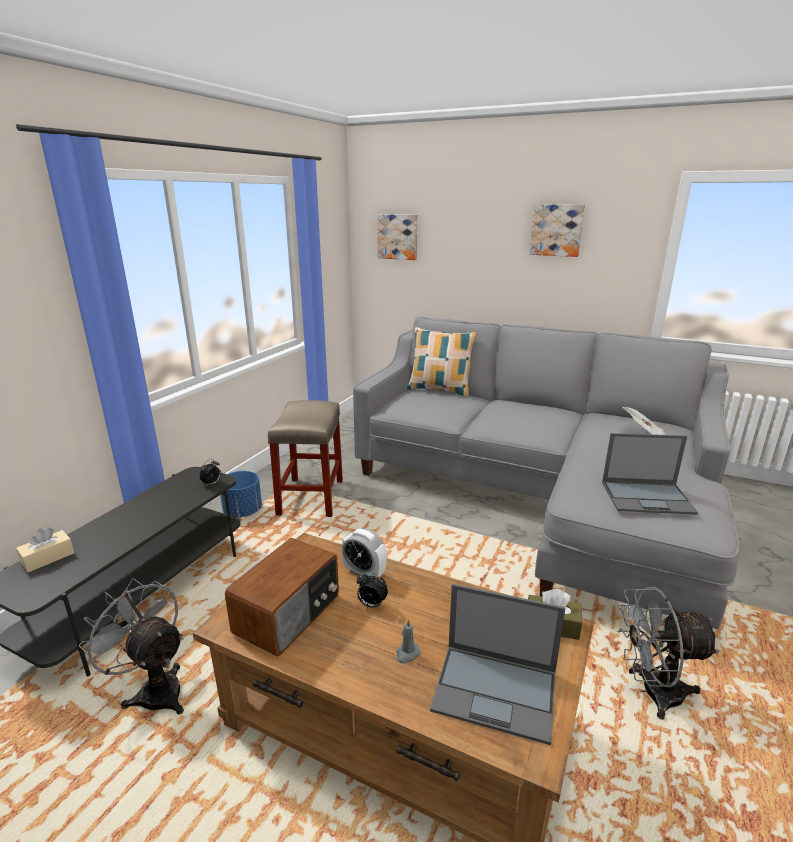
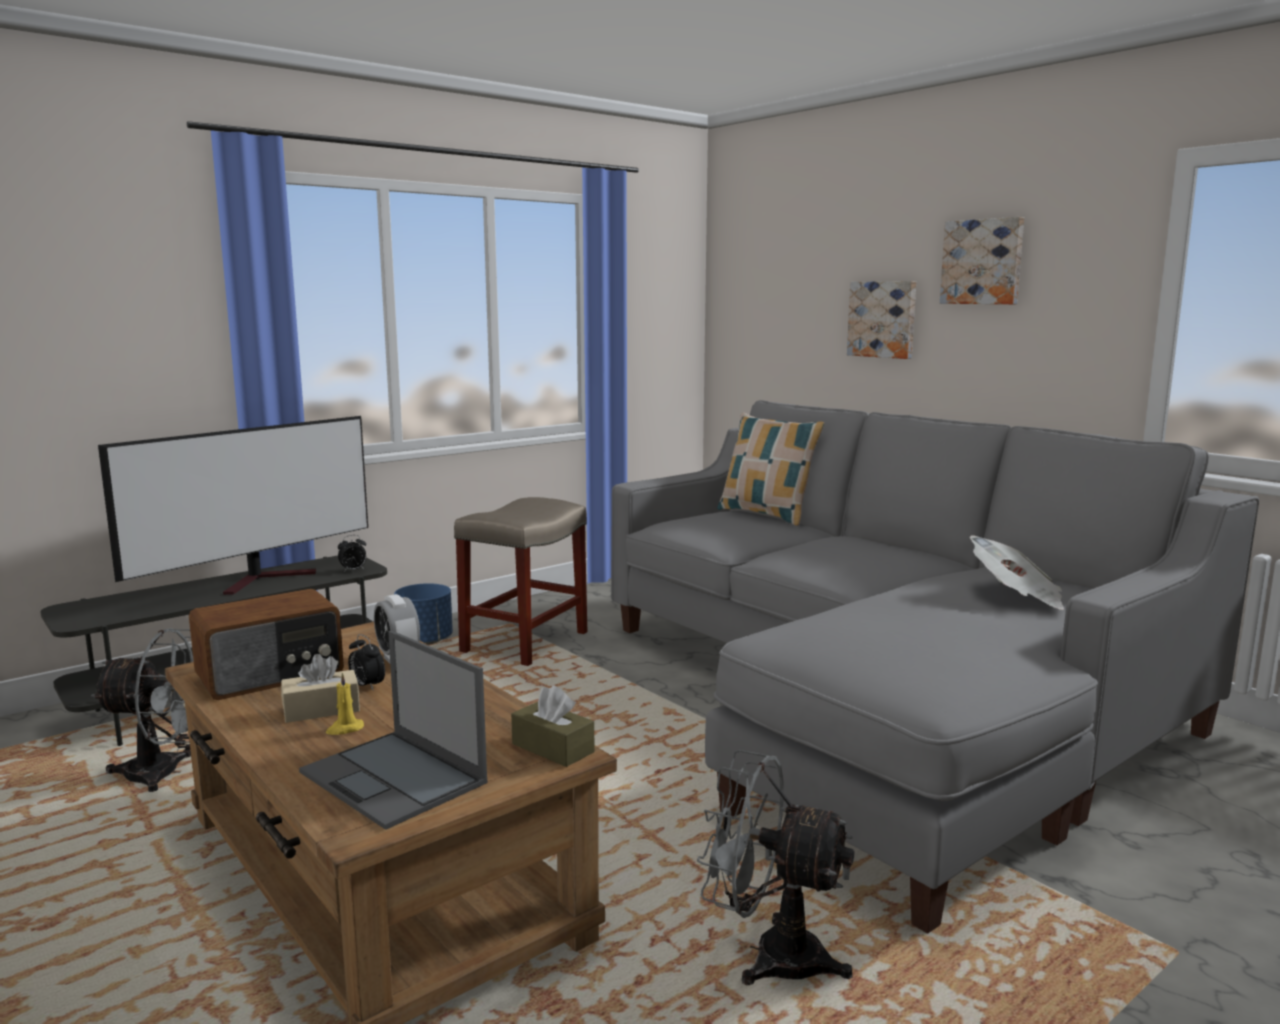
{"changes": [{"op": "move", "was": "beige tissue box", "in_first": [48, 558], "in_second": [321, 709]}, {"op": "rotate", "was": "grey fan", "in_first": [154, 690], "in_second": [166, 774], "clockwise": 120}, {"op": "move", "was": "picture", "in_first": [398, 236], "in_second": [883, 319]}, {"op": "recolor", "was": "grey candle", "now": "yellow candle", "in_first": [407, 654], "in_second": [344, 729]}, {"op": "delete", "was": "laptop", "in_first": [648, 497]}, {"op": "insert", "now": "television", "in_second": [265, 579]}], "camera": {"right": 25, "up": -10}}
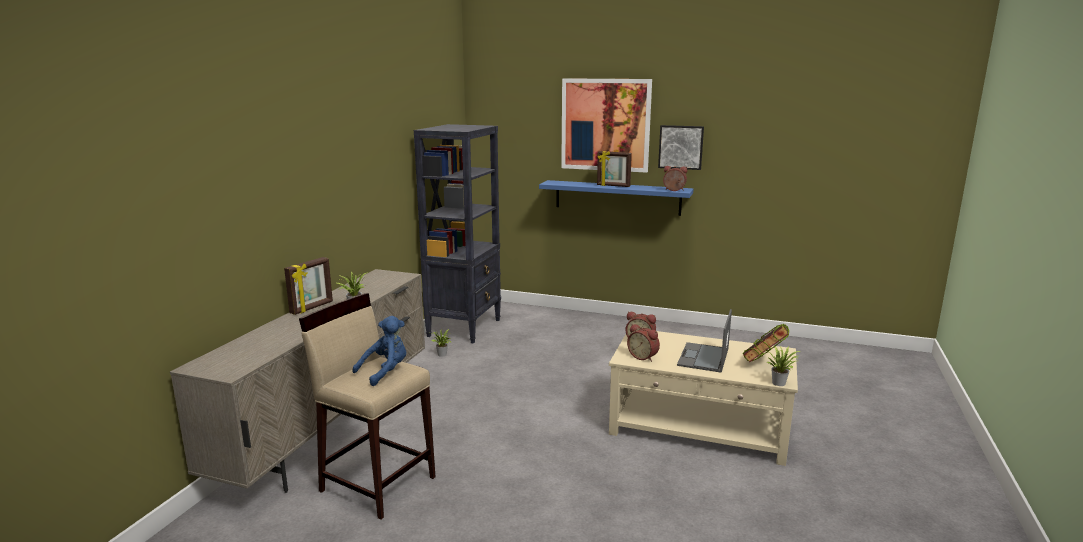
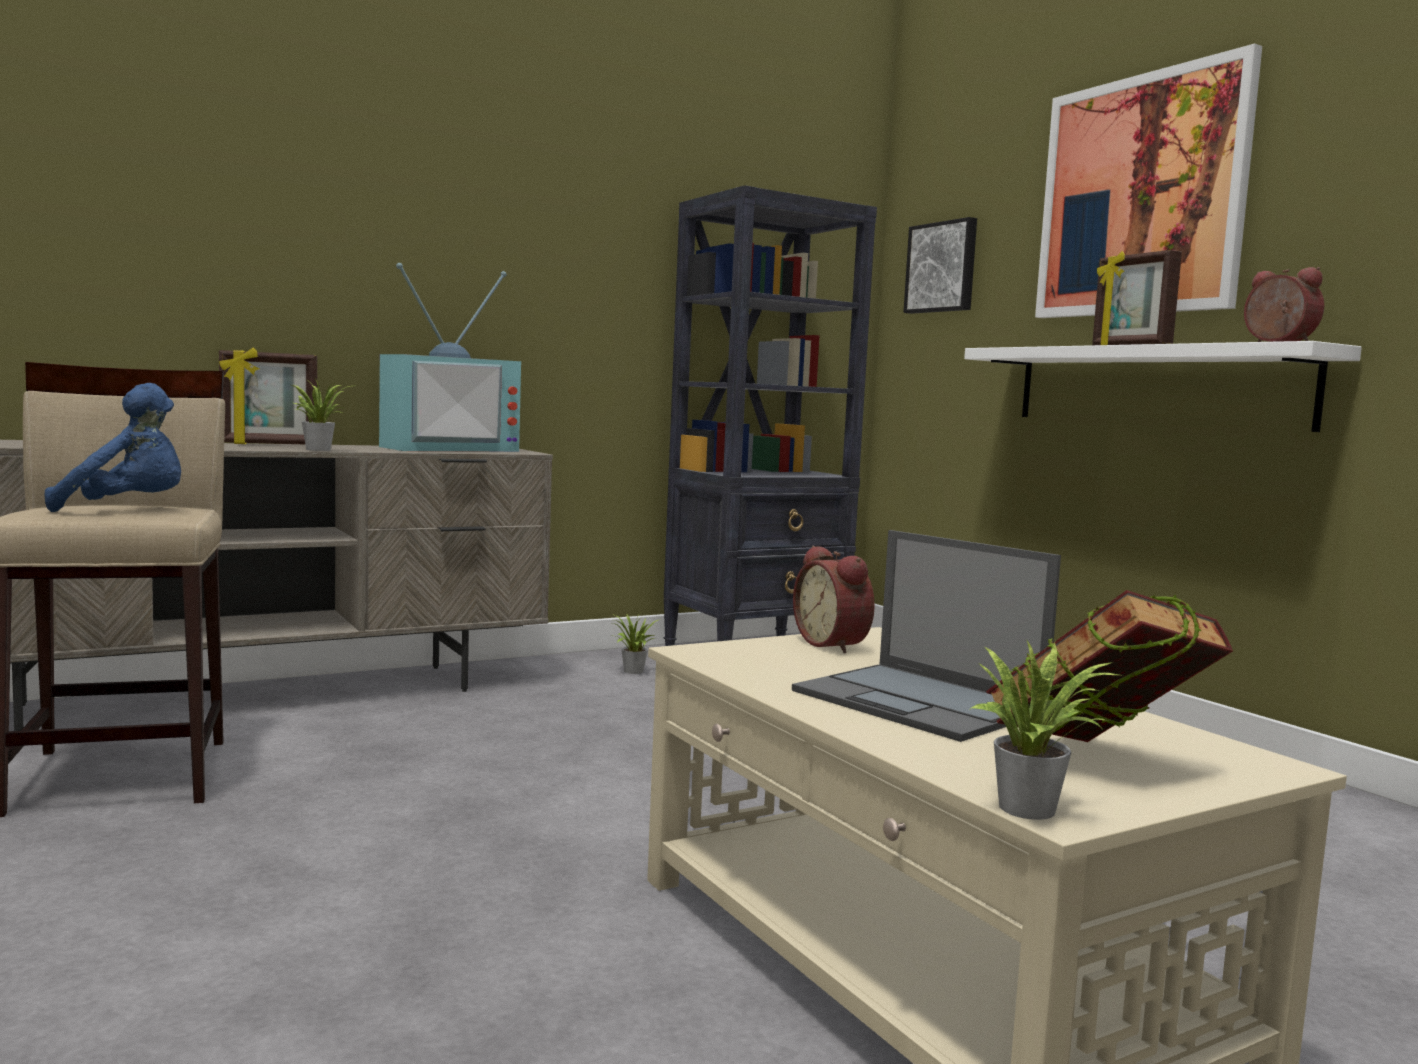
{"changes": [{"op": "recolor", "was": "blue shelf", "now": "white shelf", "in_first": [617, 197], "in_second": [1155, 386]}, {"op": "delete", "was": "alarm clock", "in_first": [643, 357]}, {"op": "move", "was": "picture", "in_first": [681, 147], "in_second": [942, 267]}, {"op": "rotate", "was": "laptop", "in_first": [703, 358], "in_second": [920, 702], "clockwise": -105}, {"op": "insert", "now": "television", "in_second": [448, 448]}], "camera": {"right": 40, "up": -10}}
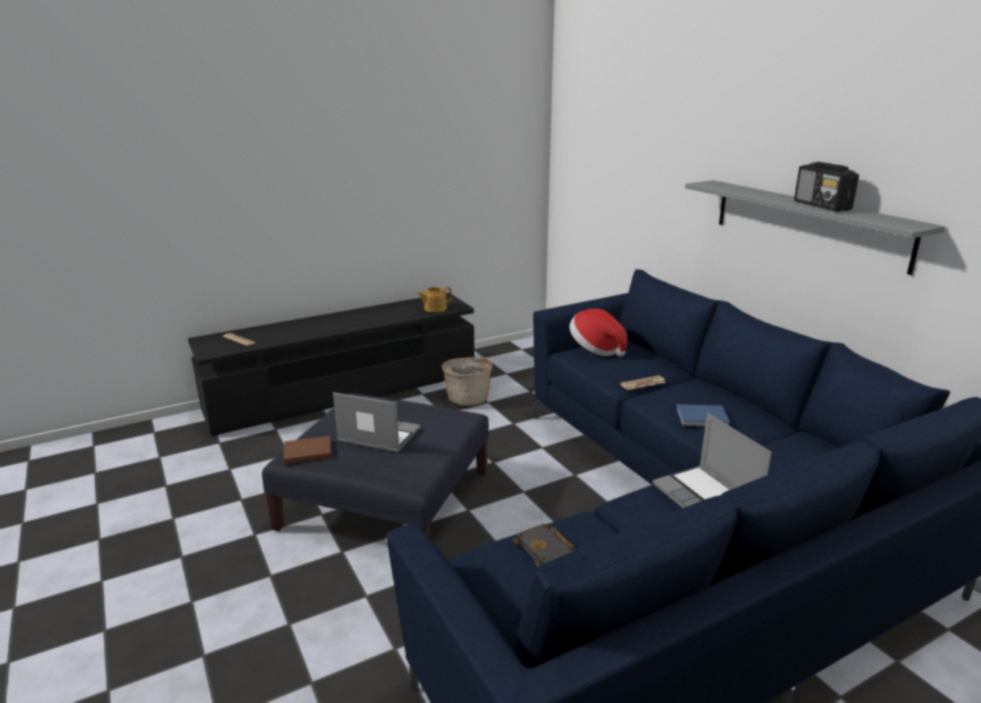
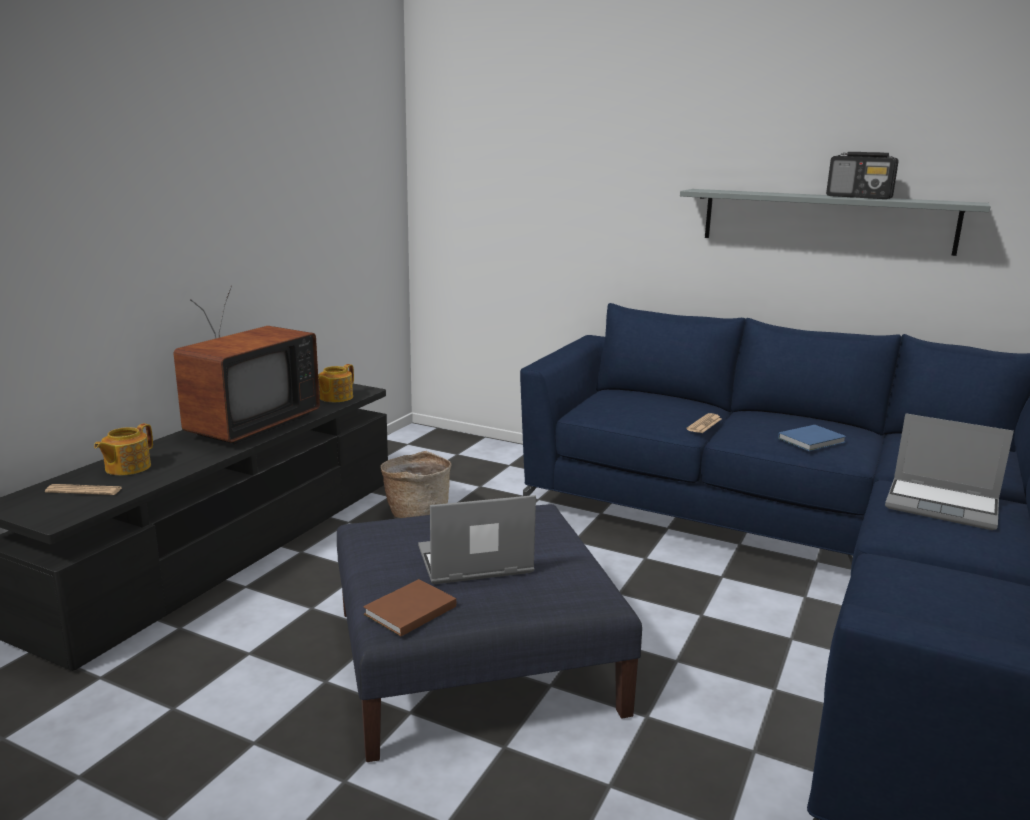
{"changes": [{"op": "delete", "was": "black book", "in_first": [547, 550]}, {"op": "delete", "was": "hat", "in_first": [596, 349]}, {"op": "insert", "now": "teapot", "in_second": [126, 468]}, {"op": "insert", "now": "television", "in_second": [246, 425]}], "camera": {"right": -35, "up": -5}}
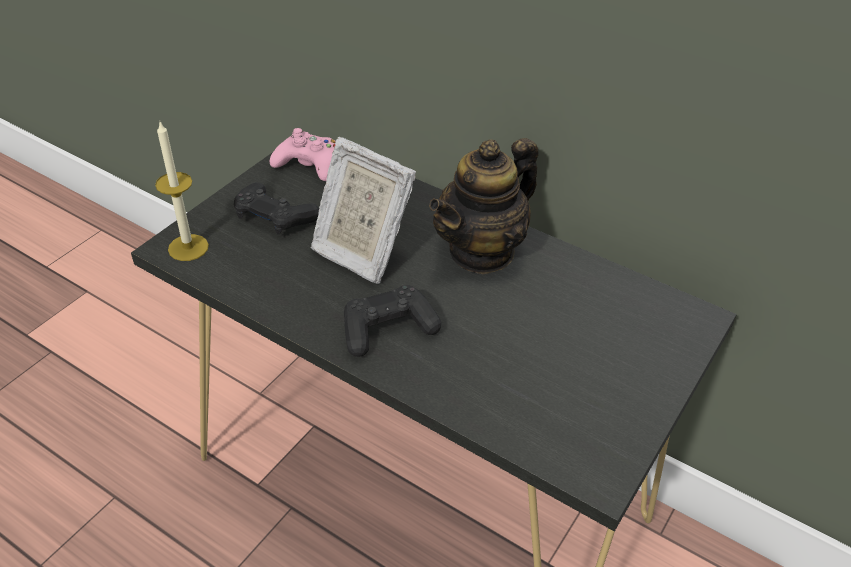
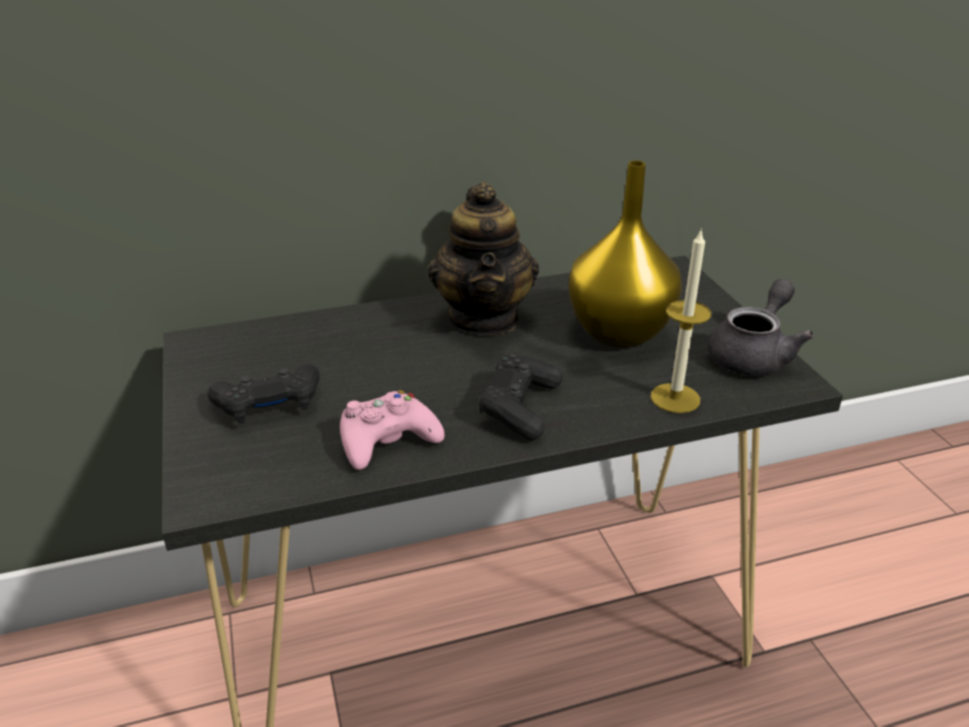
{"changes": [{"op": "move", "was": "candle", "in_first": [188, 247], "in_second": [675, 398]}, {"op": "move", "was": "pink game controller", "in_first": [309, 164], "in_second": [387, 440]}, {"op": "delete", "was": "picture frame", "in_first": [360, 252]}, {"op": "insert", "now": "yellow vase", "in_second": [621, 332]}, {"op": "insert", "now": "grey teapot", "in_second": [754, 354]}], "camera": {"right": -50, "up": -10}}
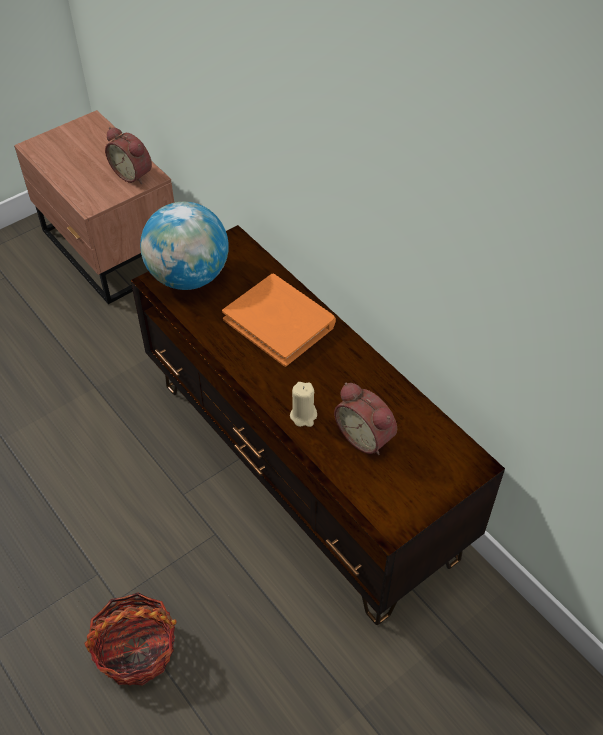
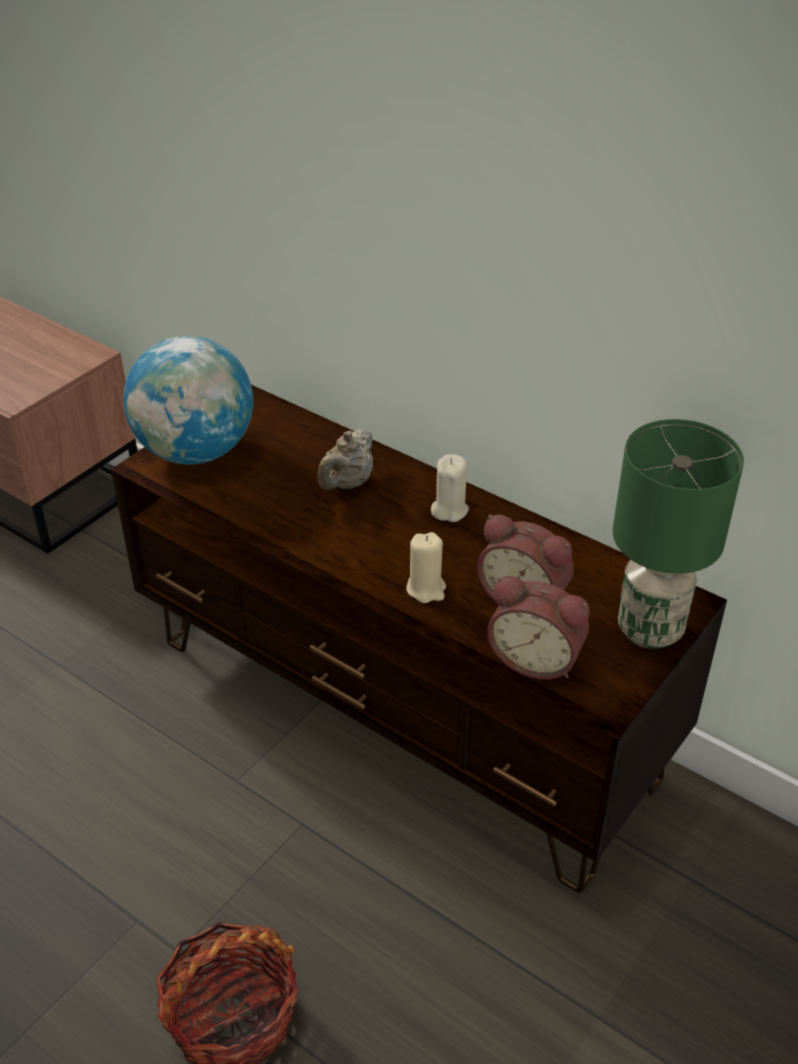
{"changes": [{"op": "move", "was": "alarm clock", "in_first": [133, 174], "in_second": [536, 658]}, {"op": "replace", "was": "orange book", "now": "beige teapot", "in_first": [279, 322], "in_second": [347, 483]}, {"op": "insert", "now": "beige candle", "in_second": [449, 510]}, {"op": "insert", "now": "green table lamp", "in_second": [648, 629]}], "camera": {"right": -15, "up": -10}}
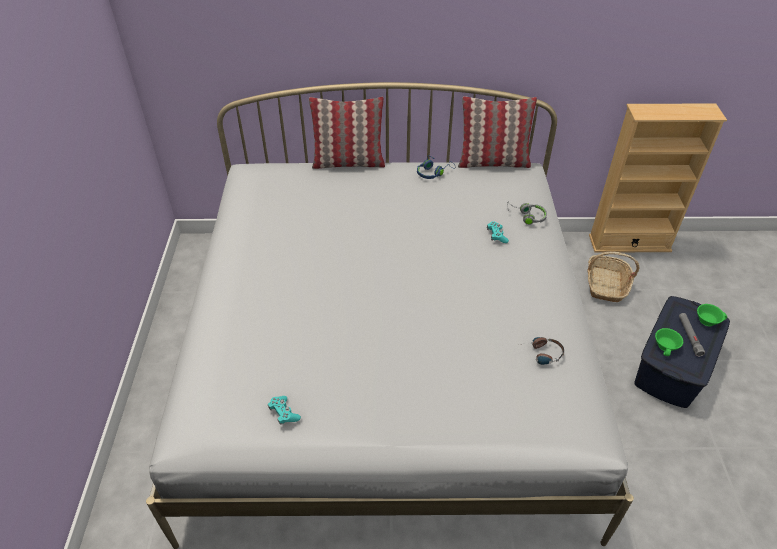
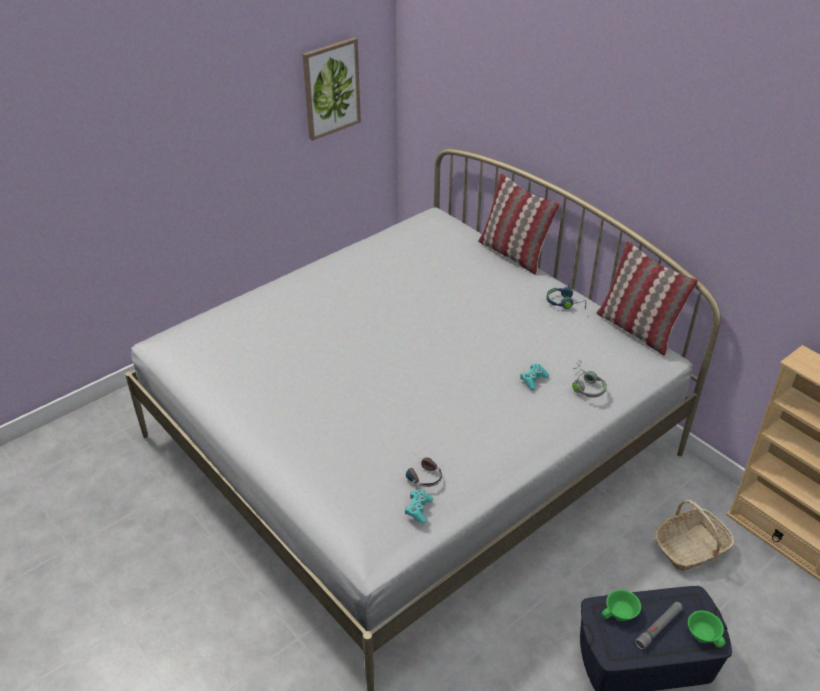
{"changes": [{"op": "move", "was": "turquoise game controller", "in_first": [284, 413], "in_second": [418, 509]}, {"op": "insert", "now": "picture", "in_second": [331, 88]}], "camera": {"right": 50, "up": -5}}
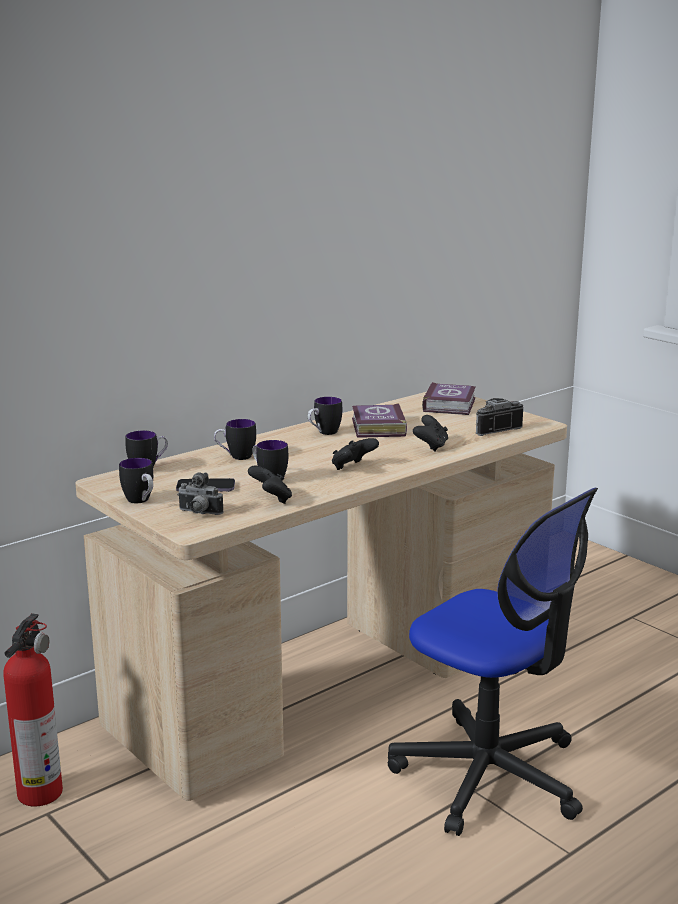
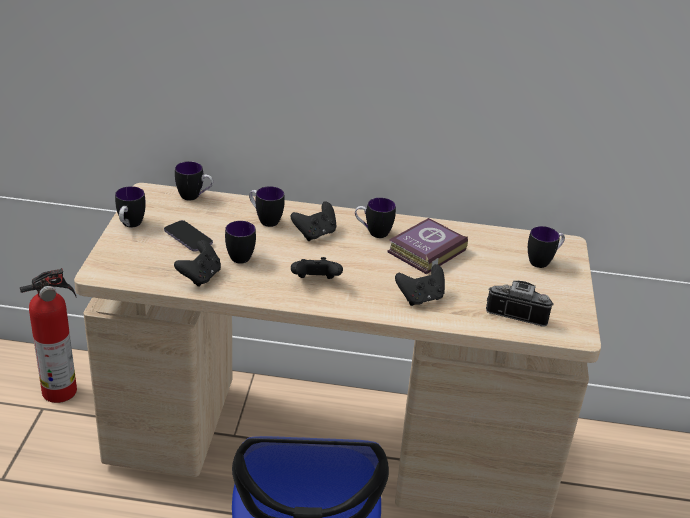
{"changes": [{"op": "delete", "was": "photo camera", "in_first": [199, 513]}, {"op": "replace", "was": "book", "now": "mug", "in_first": [450, 404], "in_second": [543, 261]}, {"op": "insert", "now": "black game controller", "in_second": [315, 234]}], "camera": {"right": 45, "up": 15}}
